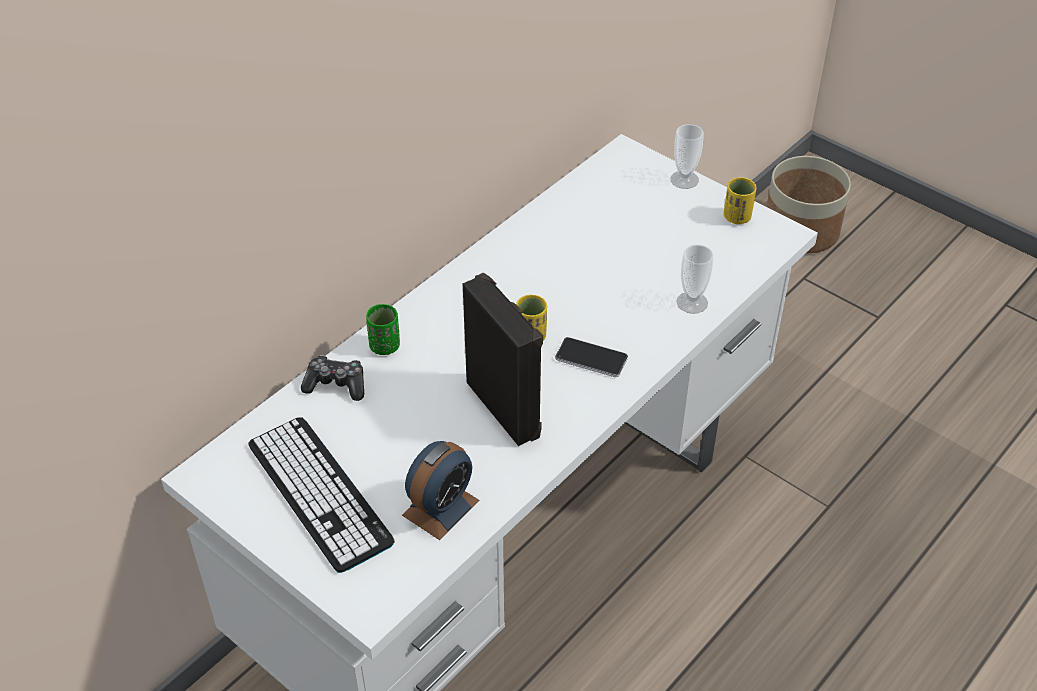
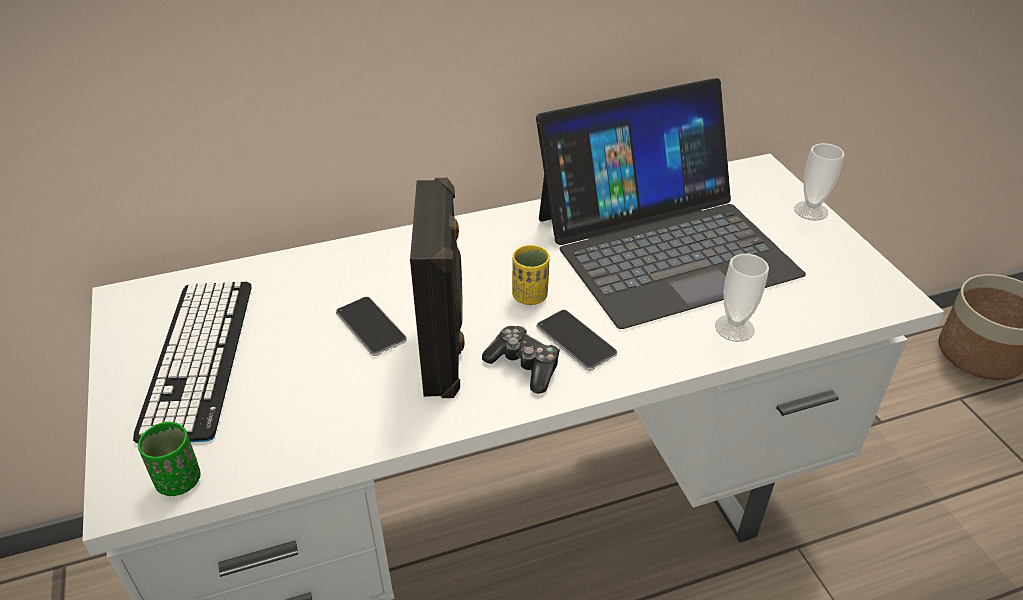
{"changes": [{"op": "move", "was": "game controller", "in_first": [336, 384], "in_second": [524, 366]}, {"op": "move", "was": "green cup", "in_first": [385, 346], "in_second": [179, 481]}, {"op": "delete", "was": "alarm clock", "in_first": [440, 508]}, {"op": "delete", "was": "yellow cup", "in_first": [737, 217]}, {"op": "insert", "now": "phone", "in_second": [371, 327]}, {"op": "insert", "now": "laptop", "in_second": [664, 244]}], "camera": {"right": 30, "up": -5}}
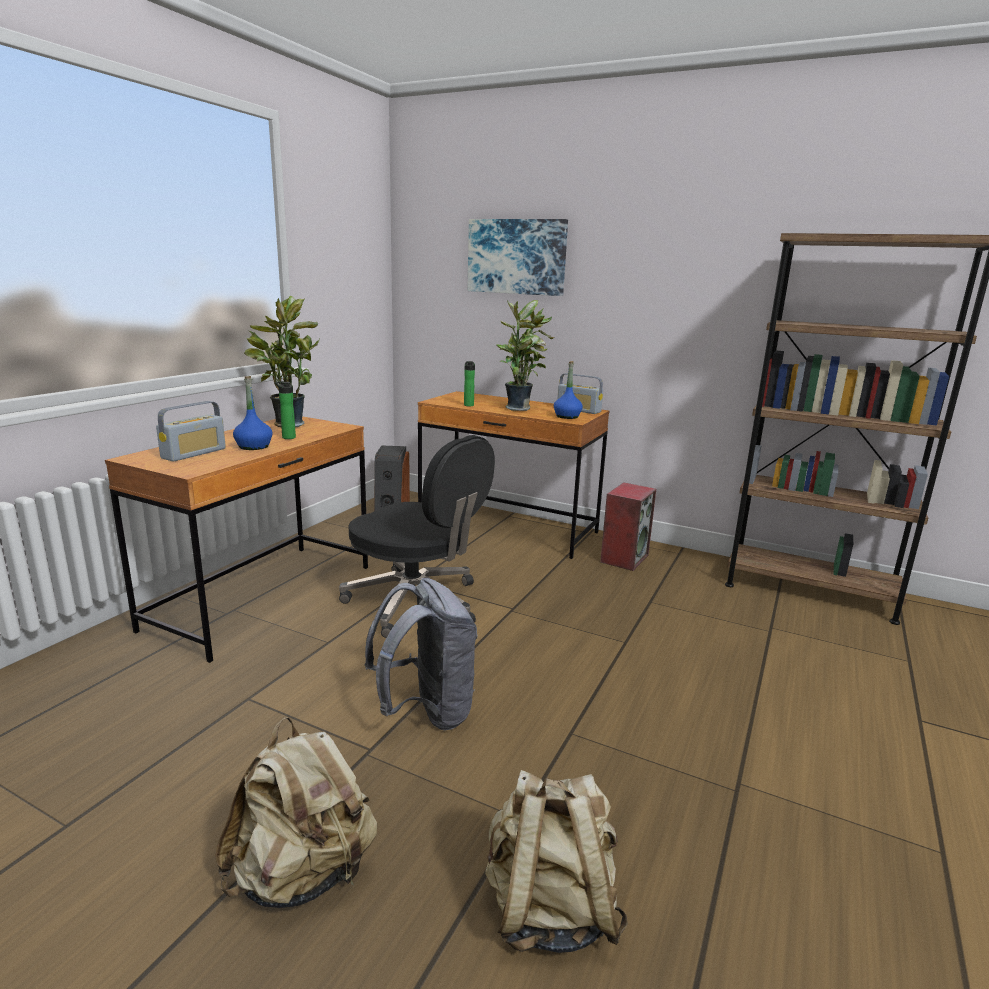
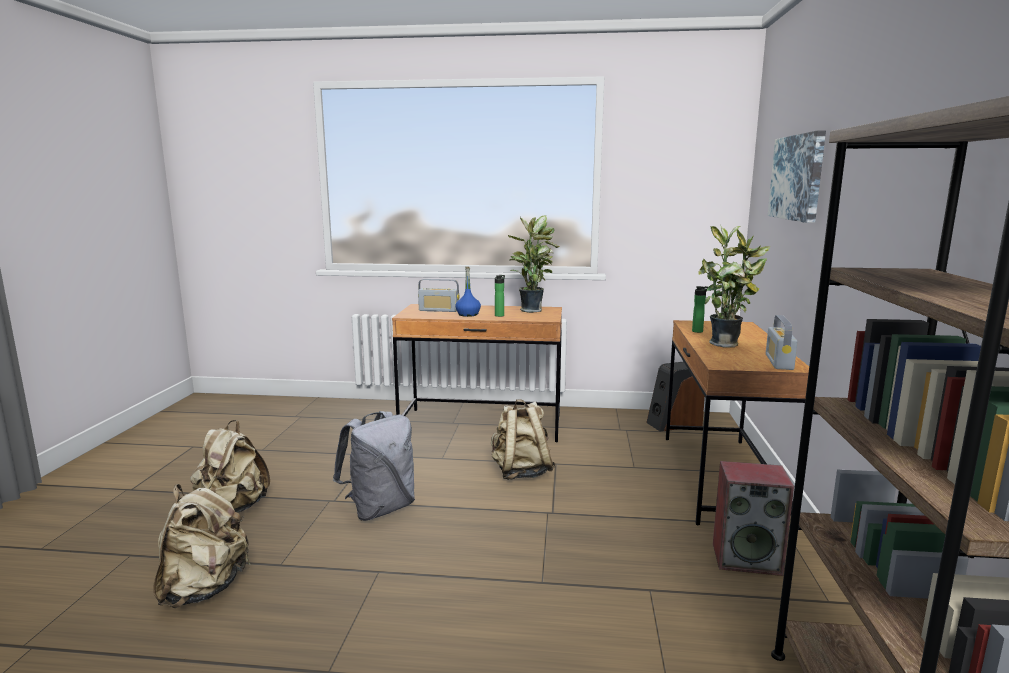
{"changes": [{"op": "replace", "was": "black office chair", "now": "beige backpack", "in_first": [416, 603], "in_second": [521, 472]}, {"op": "delete", "was": "blue bottle", "in_first": [567, 416]}], "camera": {"right": 70, "up": -5}}
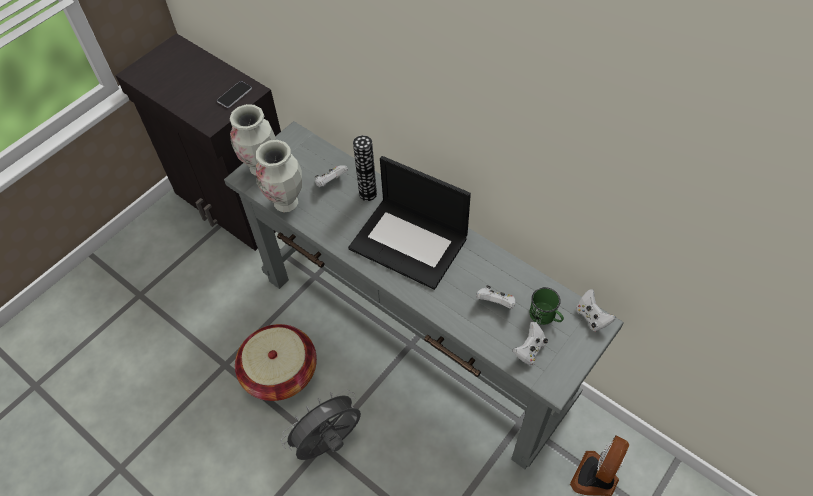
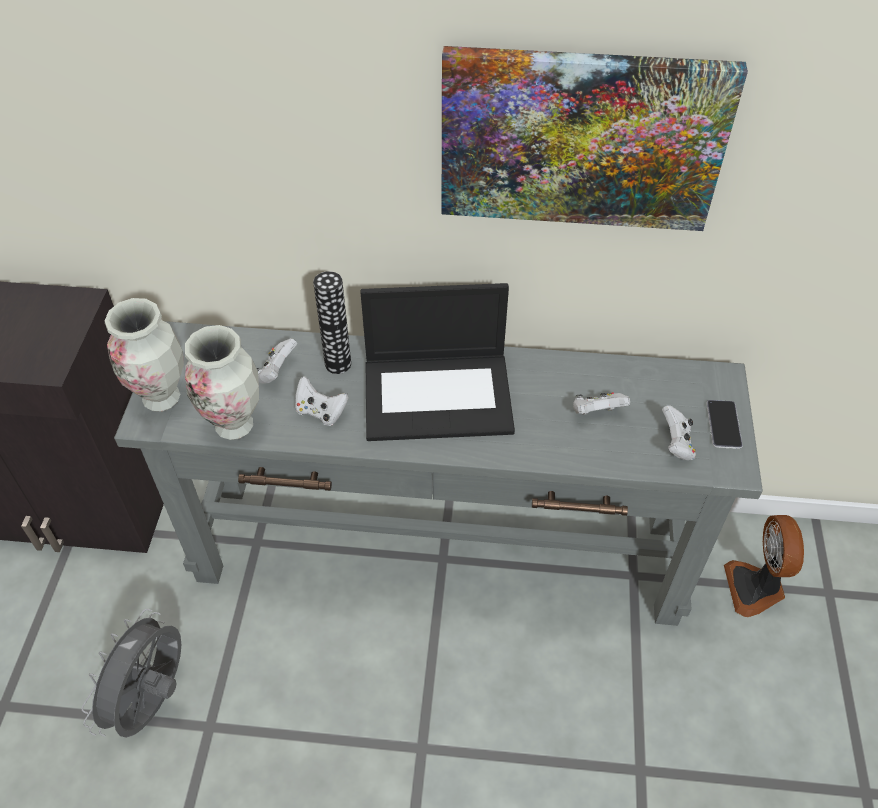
{"changes": [{"op": "move", "was": "phone", "in_first": [234, 95], "in_second": [723, 425]}, {"op": "delete", "was": "basket", "in_first": [280, 372]}, {"op": "move", "was": "grey fan", "in_first": [329, 443], "in_second": [154, 702]}, {"op": "delete", "was": "green mug", "in_first": [545, 316]}, {"op": "move", "was": "white game controller", "in_first": [591, 317], "in_second": [320, 412]}, {"op": "insert", "now": "picture", "in_second": [581, 139]}], "camera": {"right": -35, "up": -5}}
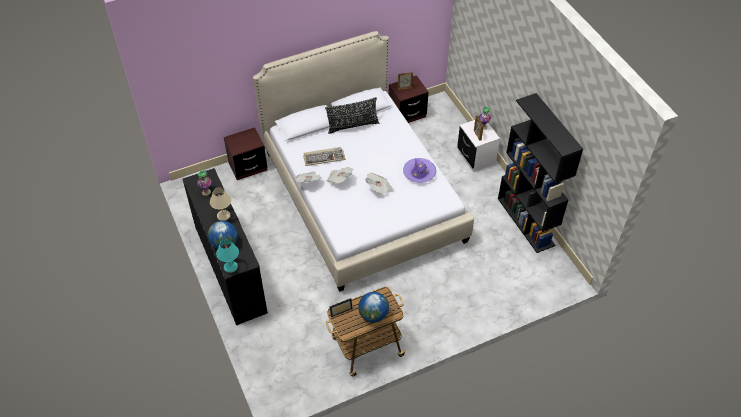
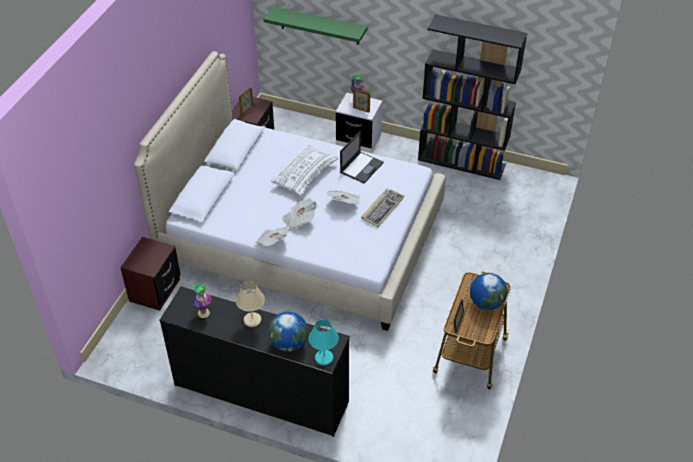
{"changes": [{"op": "move", "was": "keyboard", "in_first": [324, 157], "in_second": [382, 208]}, {"op": "delete", "was": "black pillow", "in_first": [353, 125]}, {"op": "replace", "was": "purple hat", "now": "laptop", "in_first": [419, 173], "in_second": [361, 167]}, {"op": "insert", "now": "green shelf", "in_second": [319, 26]}, {"op": "insert", "now": "white pillow", "in_second": [305, 176]}], "camera": {"right": -45, "up": -5}}
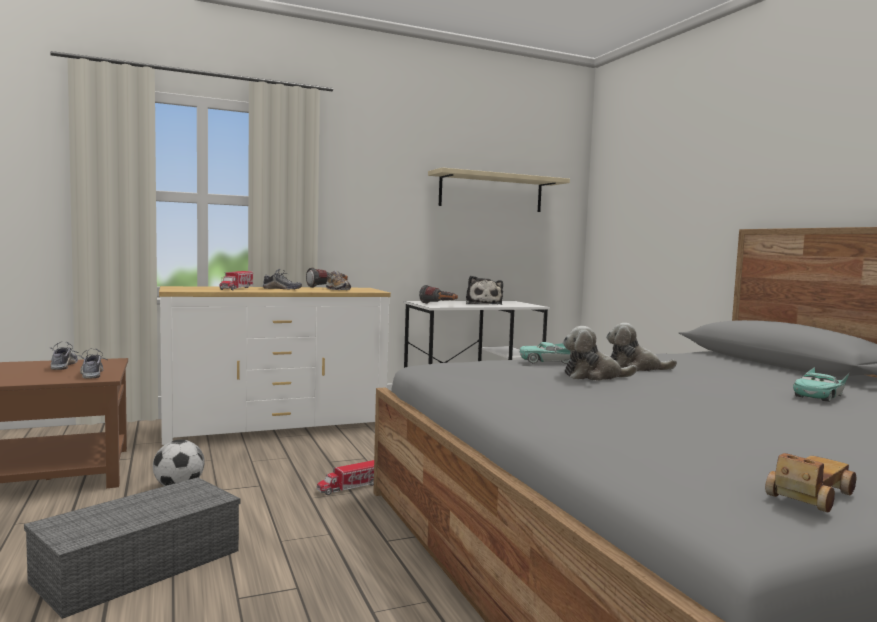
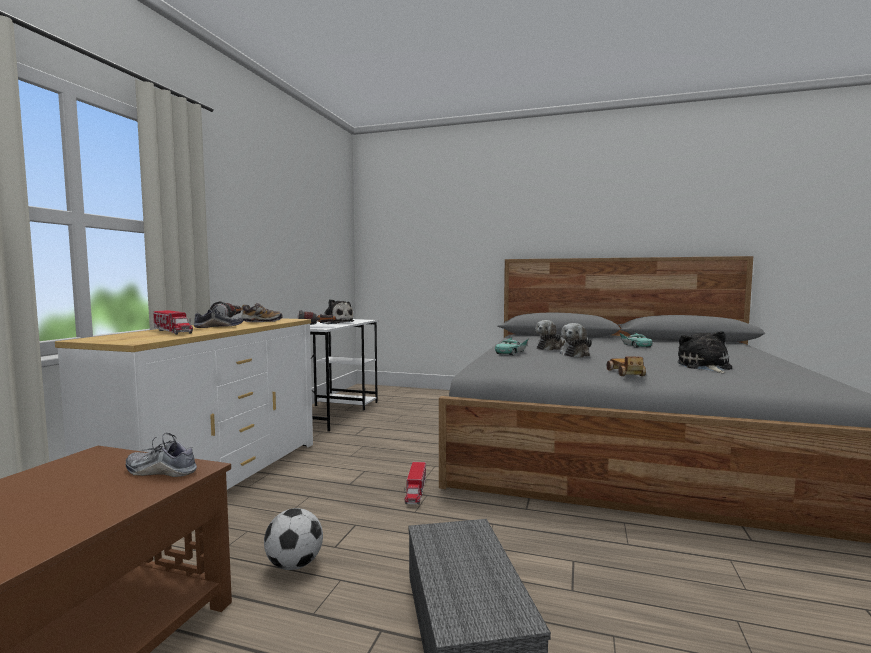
{"changes": [{"op": "delete", "was": "shoe", "in_first": [63, 366]}, {"op": "delete", "was": "beige shelf", "in_first": [491, 192]}, {"op": "move", "was": "toy car", "in_first": [809, 495], "in_second": [625, 373]}, {"op": "insert", "now": "plush toy", "in_second": [704, 367]}], "camera": {"right": -50, "up": 0}}
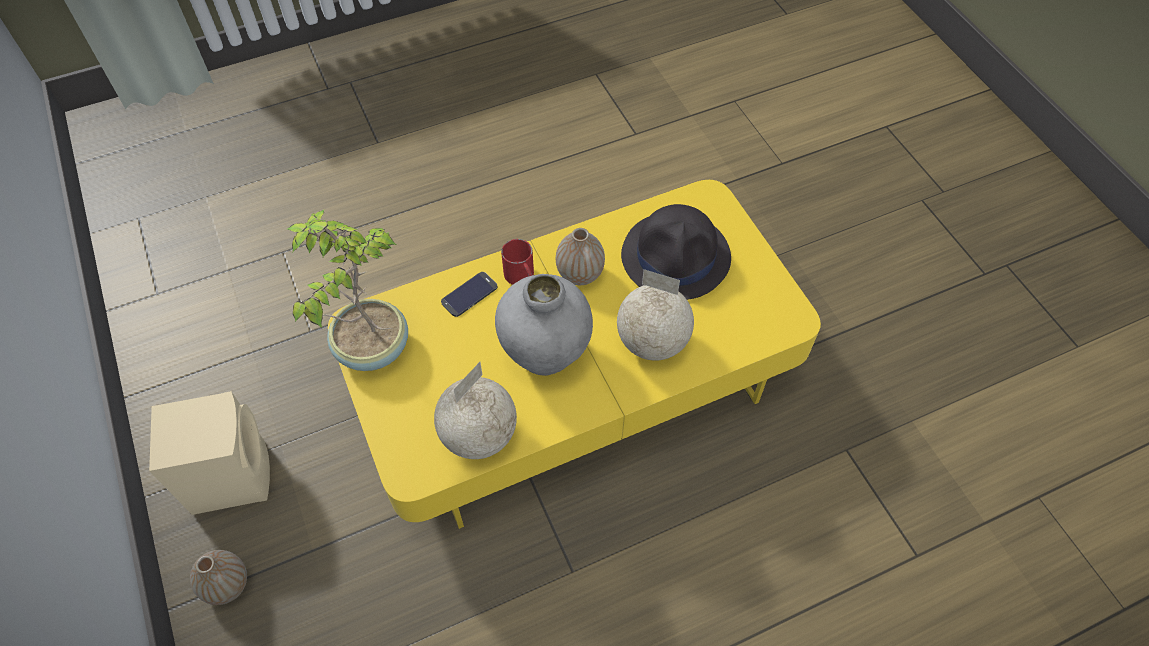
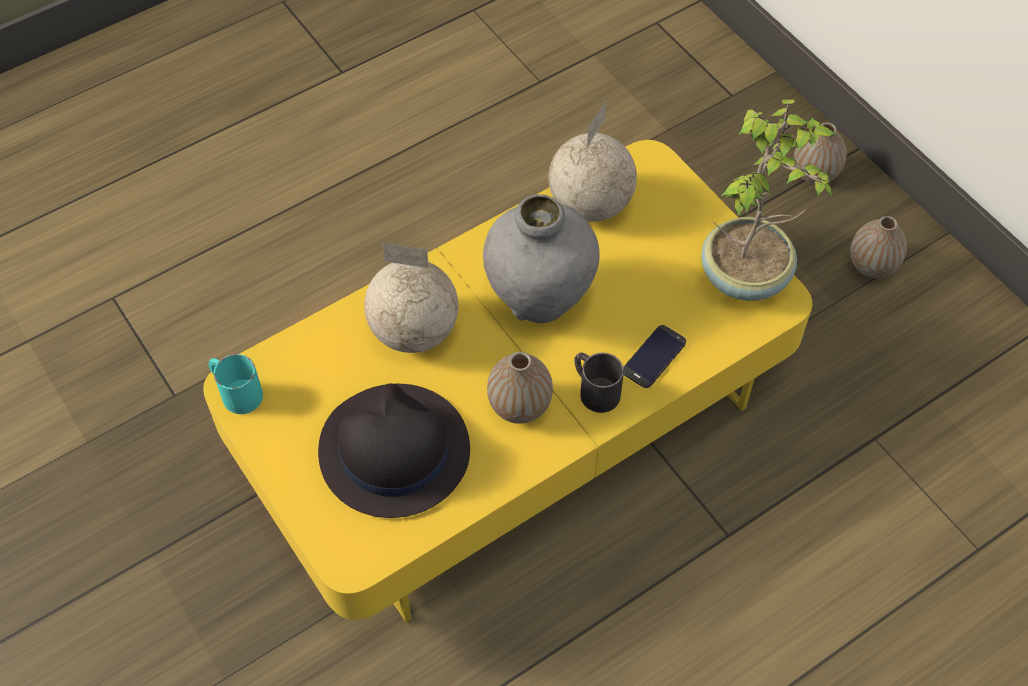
{"changes": [{"op": "replace", "was": "beige speaker", "now": "vase", "in_first": [231, 474], "in_second": [872, 266]}, {"op": "recolor", "was": "red mug", "now": "black mug", "in_first": [522, 277], "in_second": [594, 389]}, {"op": "insert", "now": "turquoise mug", "in_second": [236, 392]}], "camera": {"right": 170, "up": 0}}
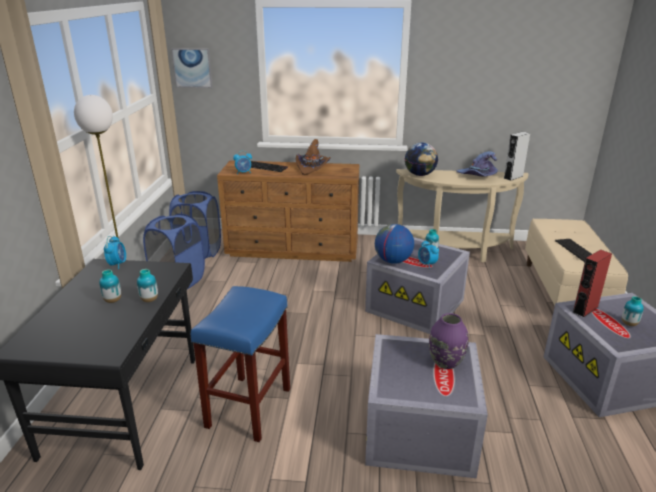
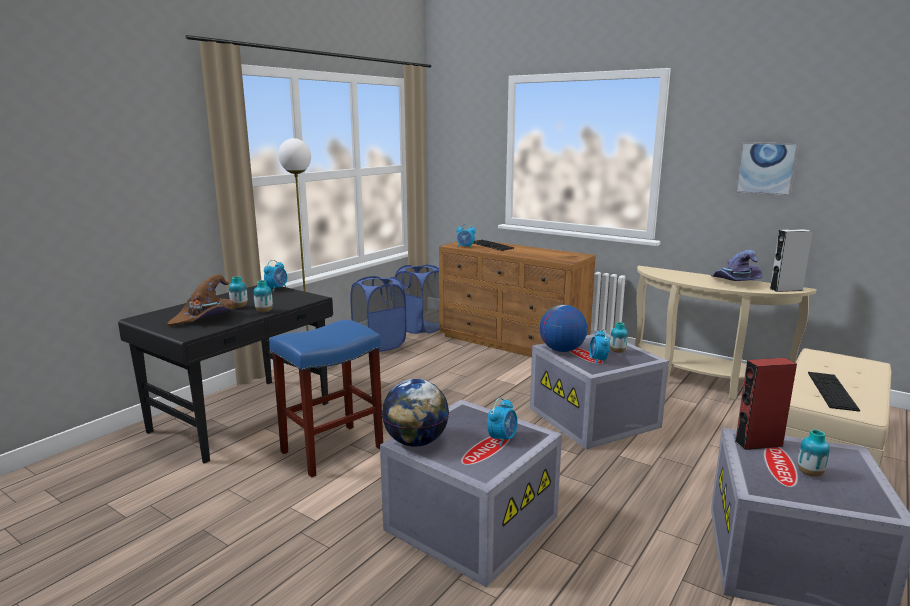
{"changes": [{"op": "move", "was": "picture", "in_first": [192, 68], "in_second": [766, 168]}, {"op": "move", "was": "brown hat", "in_first": [312, 168], "in_second": [205, 318]}, {"op": "move", "was": "globe", "in_first": [420, 175], "in_second": [415, 442]}, {"op": "replace", "was": "purple vase", "now": "alarm clock", "in_first": [445, 362], "in_second": [502, 439]}], "camera": {"right": 30, "up": -10}}
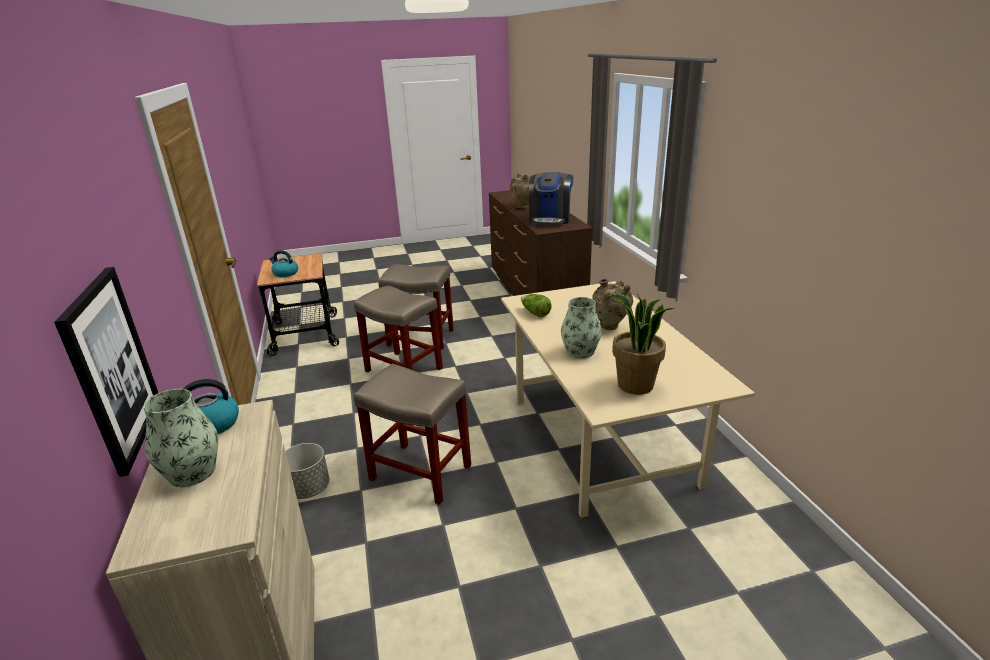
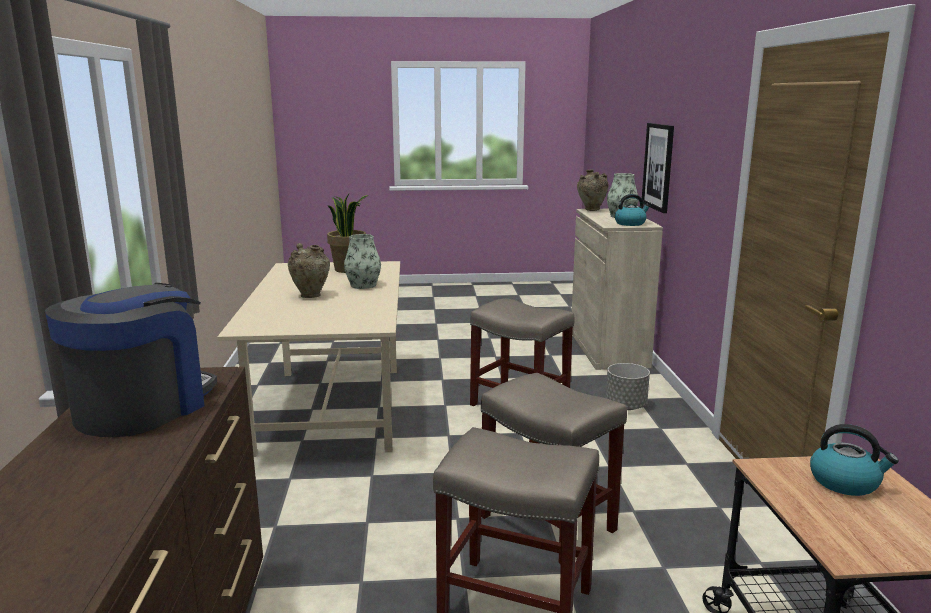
{"changes": [{"op": "move", "was": "beige vase", "in_first": [522, 207], "in_second": [591, 210]}, {"op": "delete", "was": "lettuce", "in_first": [535, 313]}], "camera": {"right": -170, "up": -10}}
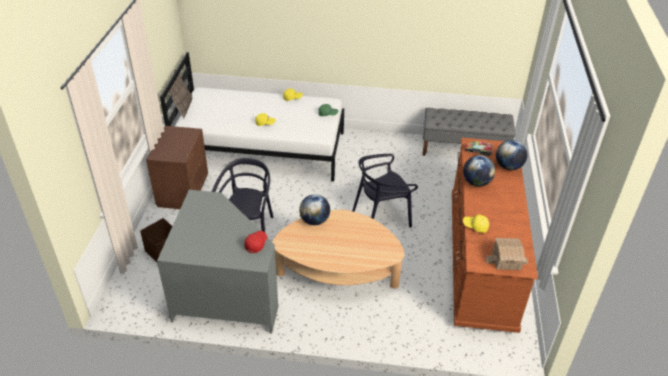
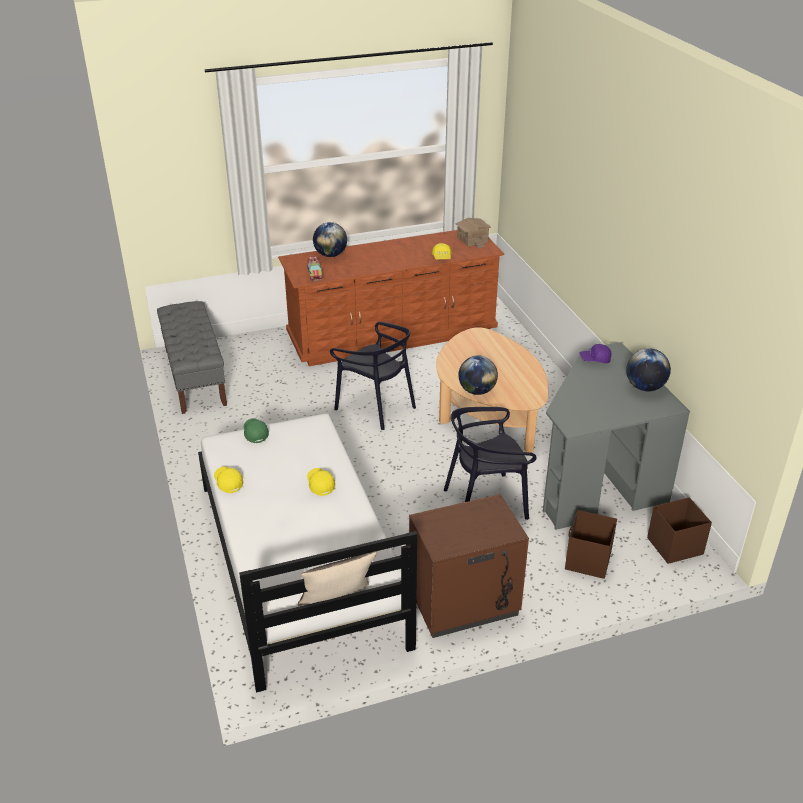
{"changes": [{"op": "recolor", "was": "red cap", "now": "purple cap", "in_first": [256, 244], "in_second": [595, 359]}, {"op": "move", "was": "globe", "in_first": [476, 183], "in_second": [645, 387]}, {"op": "insert", "now": "brown storage box", "in_second": [674, 546]}], "camera": {"right": -115, "up": -5}}
